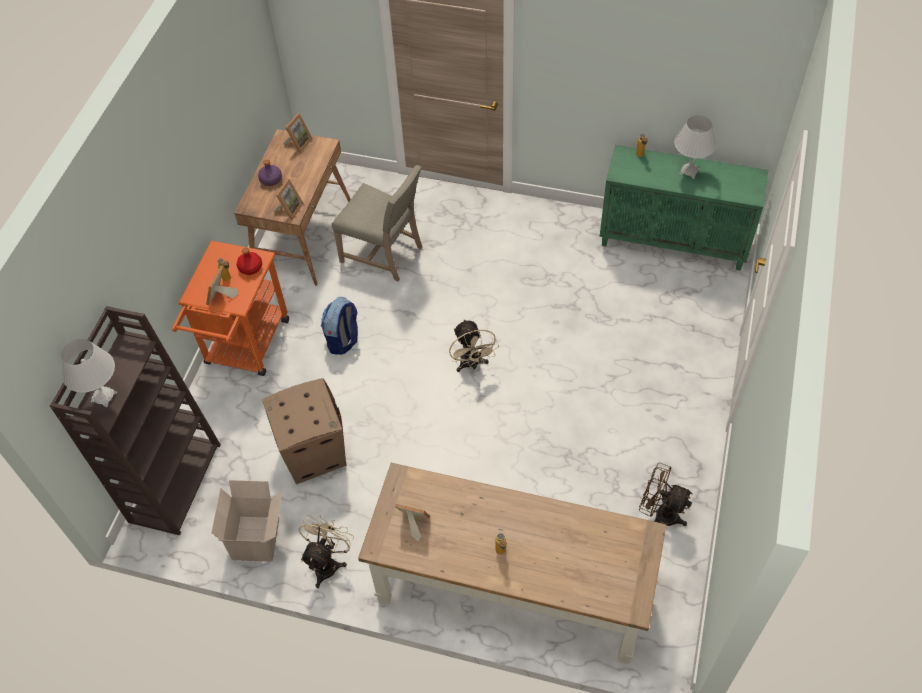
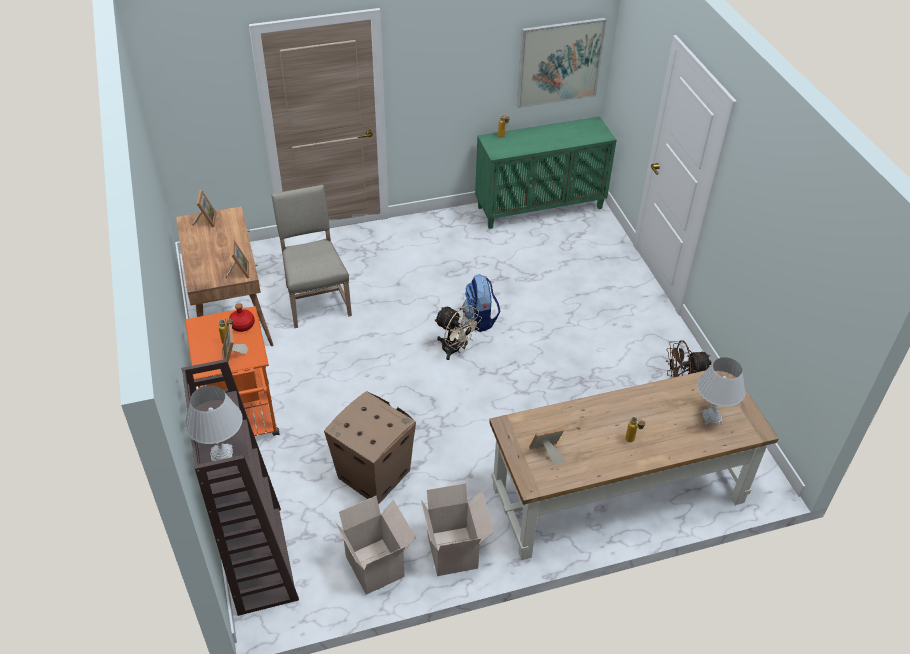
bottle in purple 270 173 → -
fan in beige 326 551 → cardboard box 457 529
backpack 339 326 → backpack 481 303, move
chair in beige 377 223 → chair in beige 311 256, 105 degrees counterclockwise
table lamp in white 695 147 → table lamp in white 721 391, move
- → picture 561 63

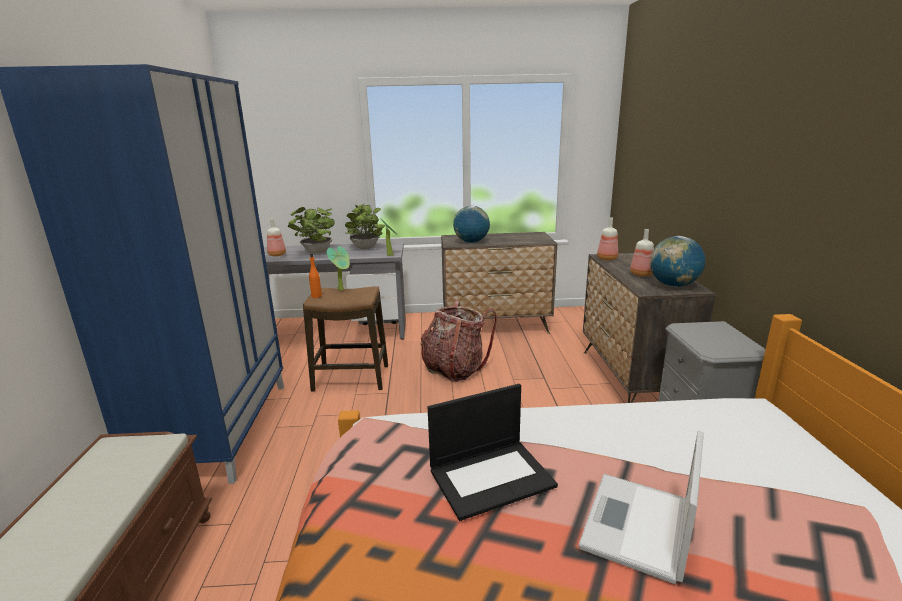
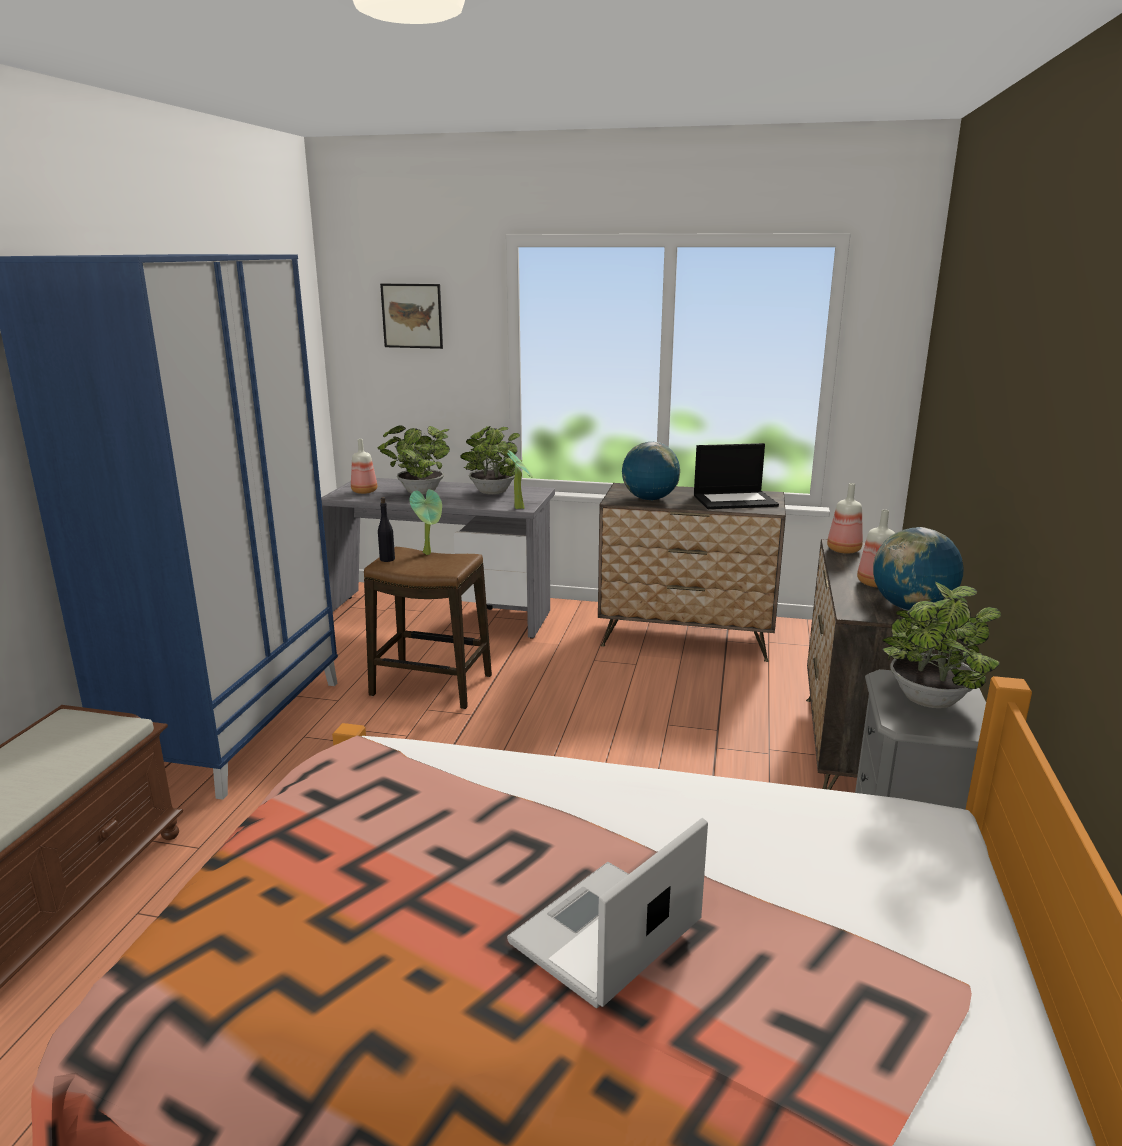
bottle in orange 315 275 → bottle in black 386 529
backpack 459 341 → -
laptop 493 452 → laptop 736 476, move
- → picture 411 316
- → potted plant 941 645

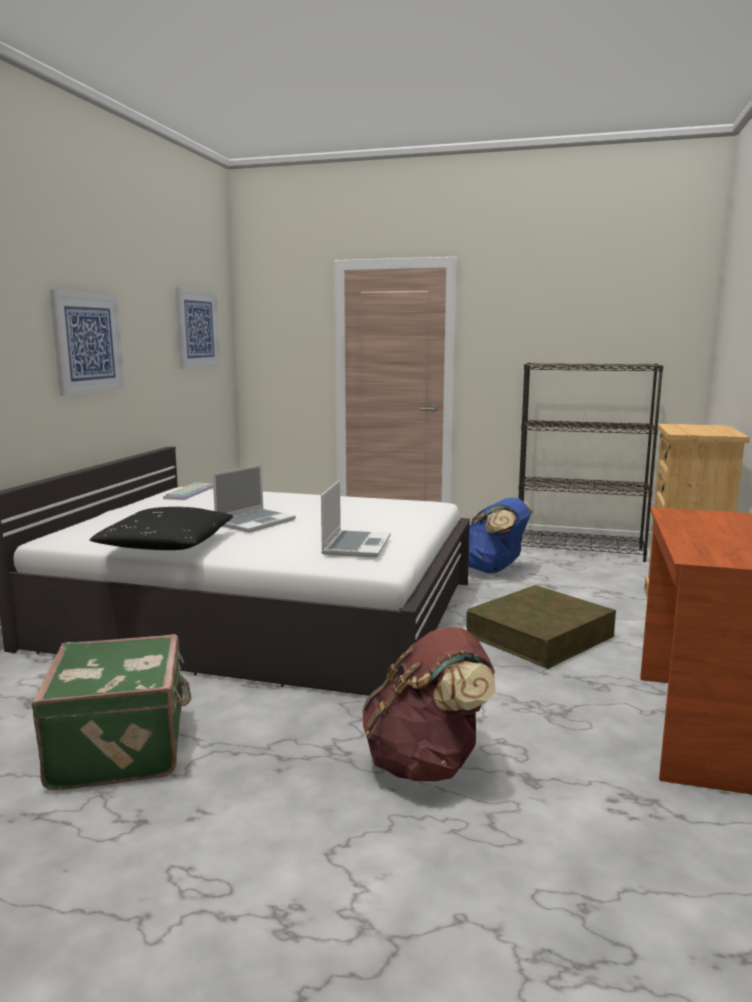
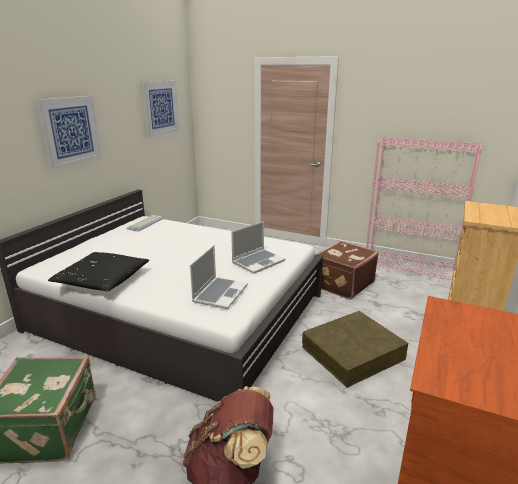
laptop 254 498 → laptop 258 247, move
backpack in blue 500 535 → suitcase in brown 347 270
bookcase in black 590 462 → bookcase in pink 424 208

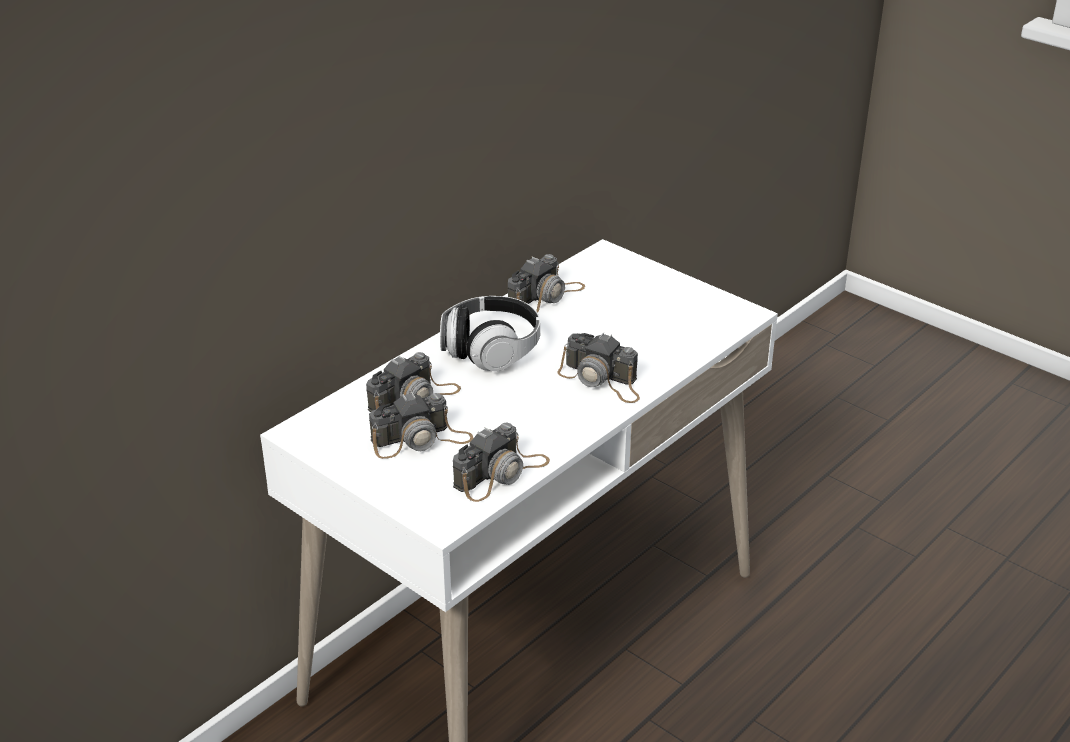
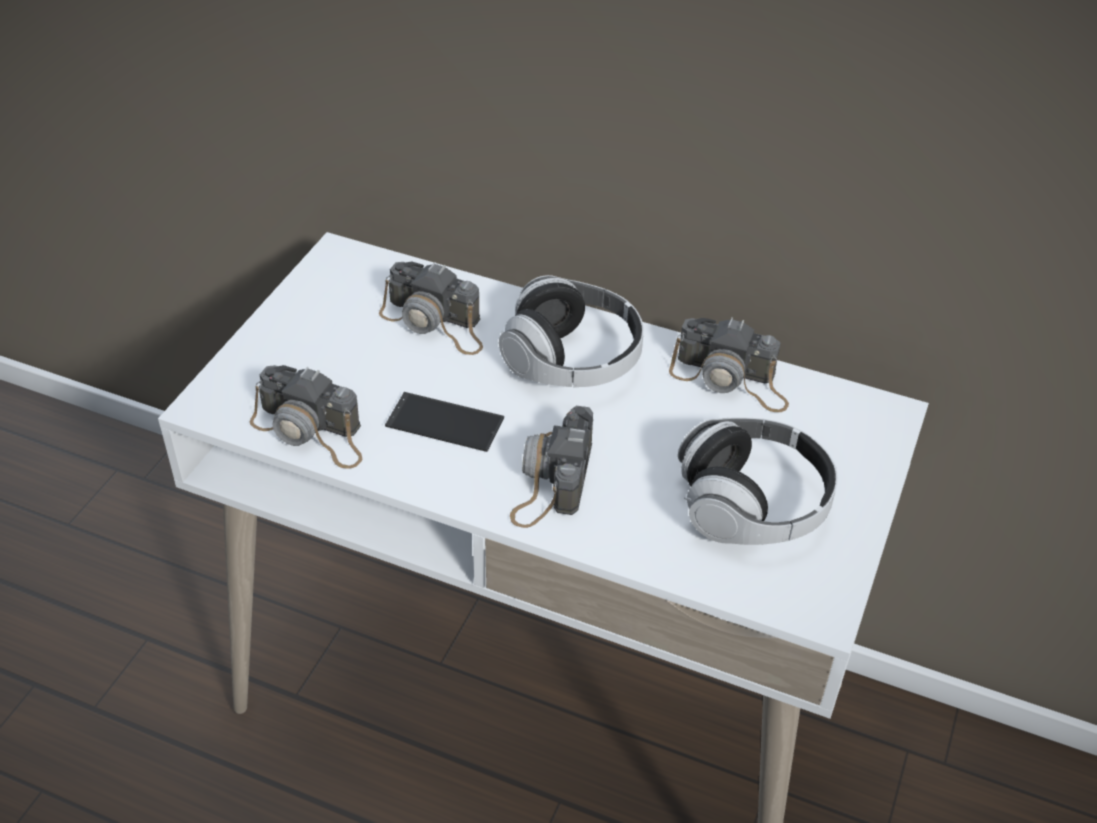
photo camera 421 425 → -
- → phone 444 422
- → headphones 758 481

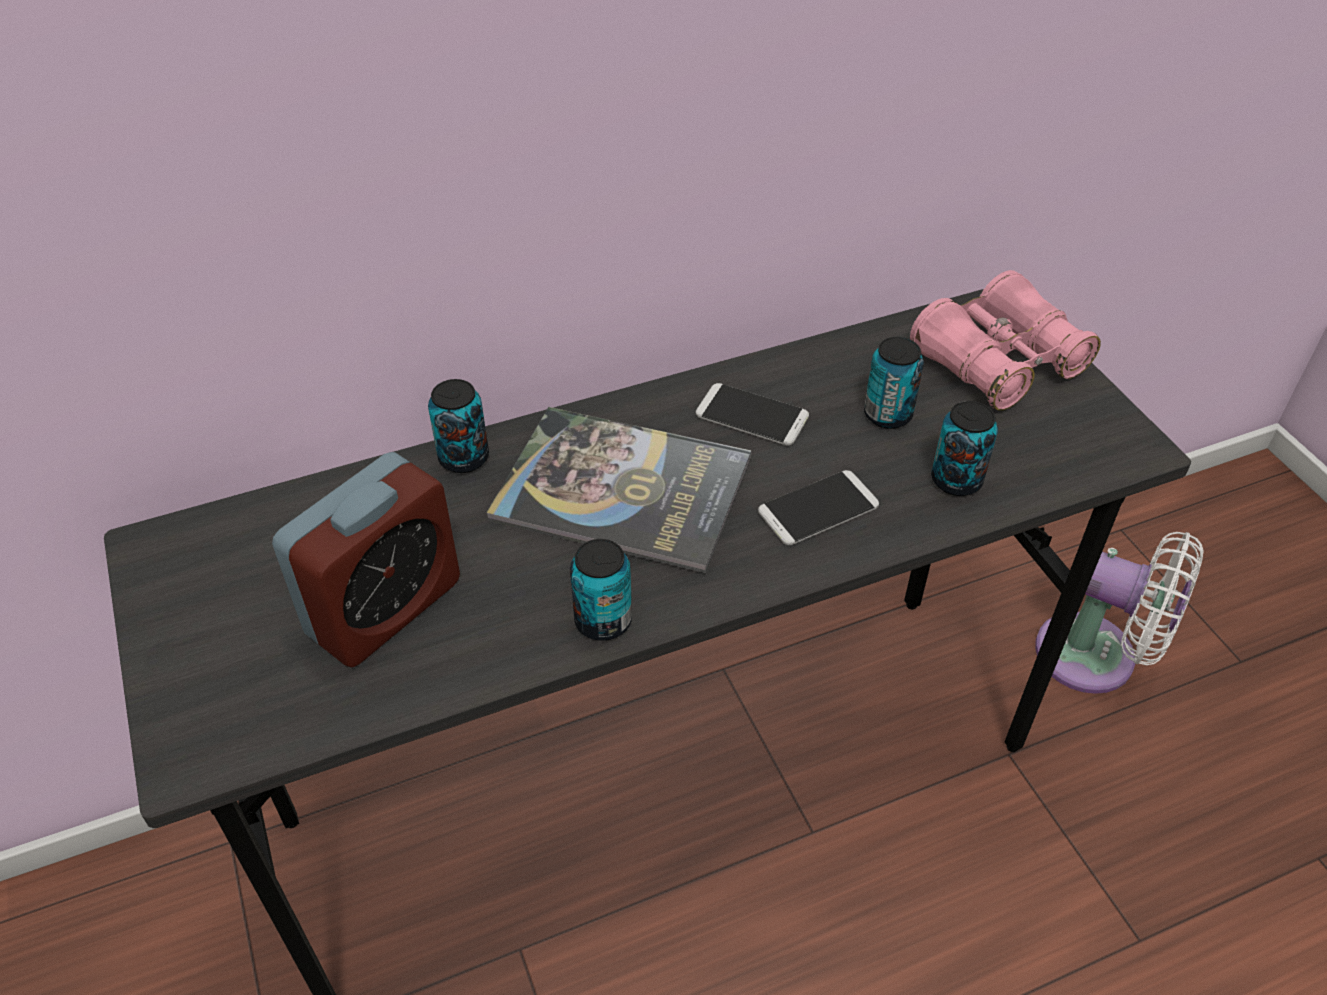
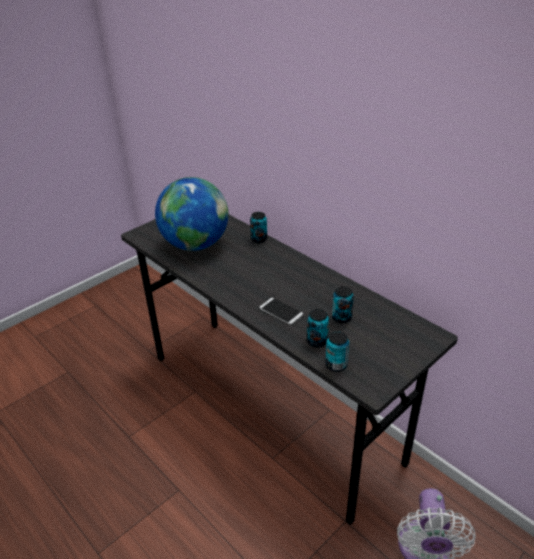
alarm clock 366 559 → globe 192 214
book 619 490 → -
can 601 590 → can 337 351, move
phone 752 414 → -
binoculars in pink 1005 340 → -

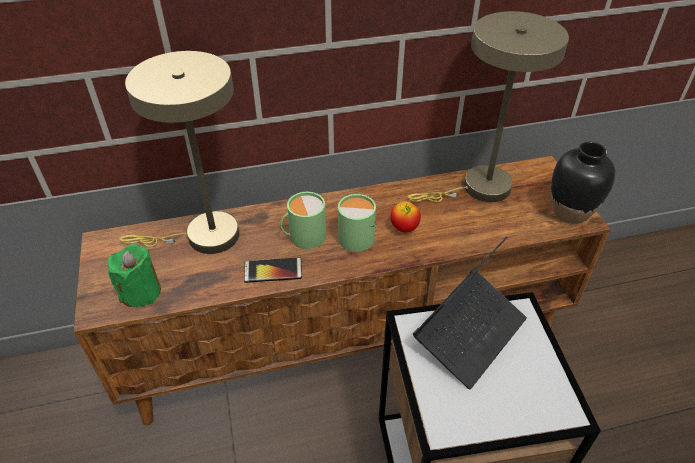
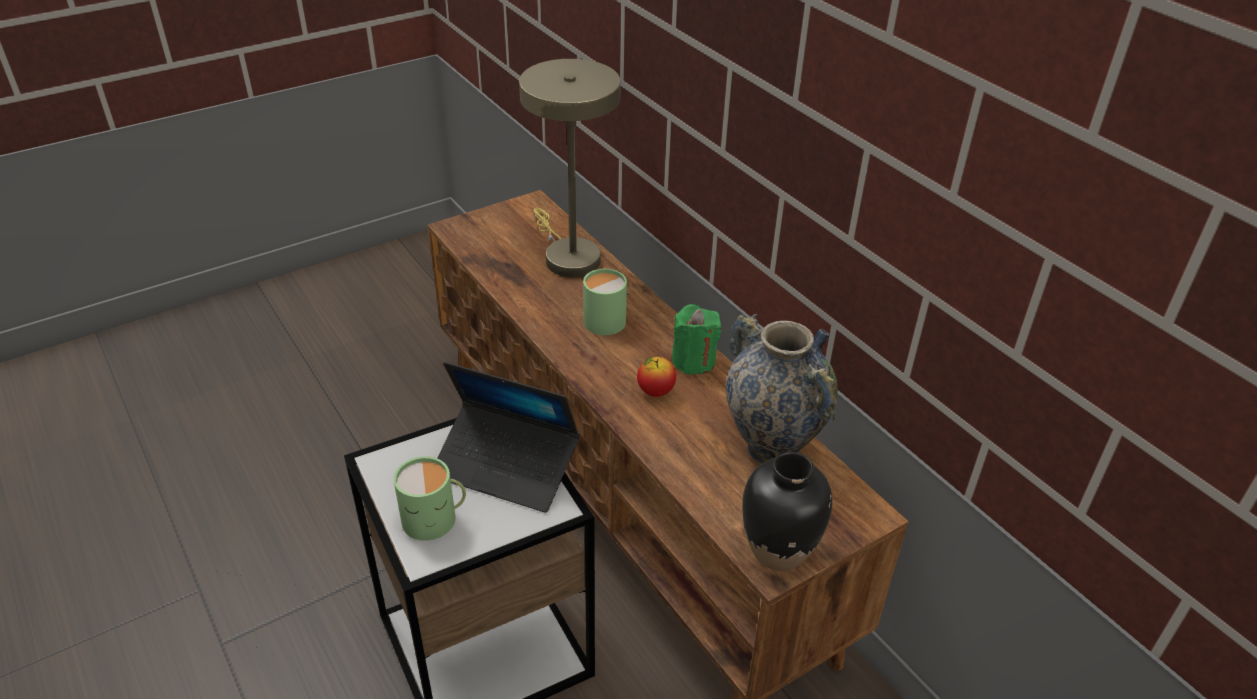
candle in green 134 275 → candle in green 697 339, move
phone 273 270 → -
mug in green 357 223 → mug in green 430 498, move
table lamp in beige 488 106 → vase 782 389

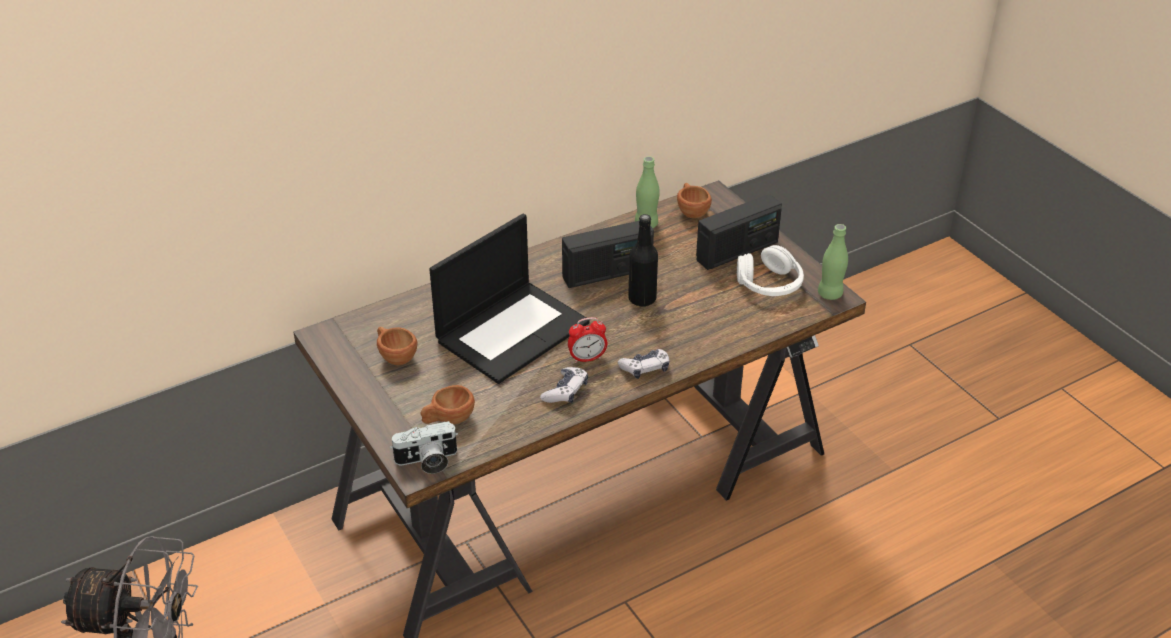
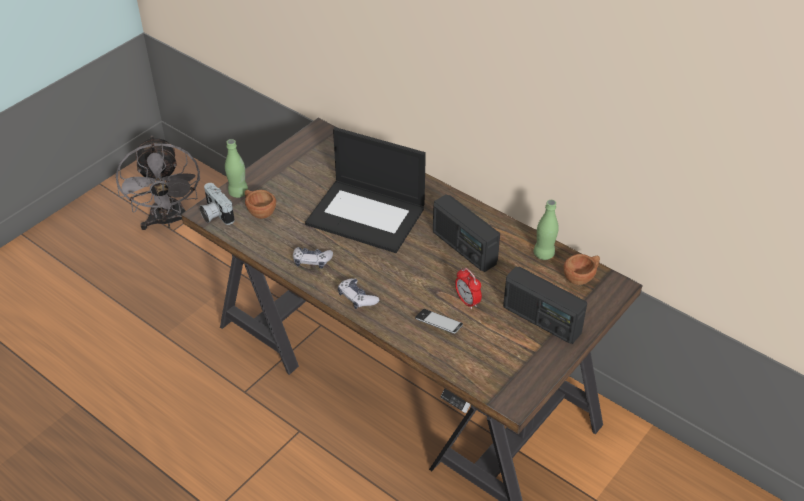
cup in brown 397 346 → -
alarm clock 587 340 → alarm clock 468 288, move
bottle in black 643 260 → -
headphones in white 770 270 → -
bottle in green 833 262 → bottle in green 236 168, move
- → phone 439 321

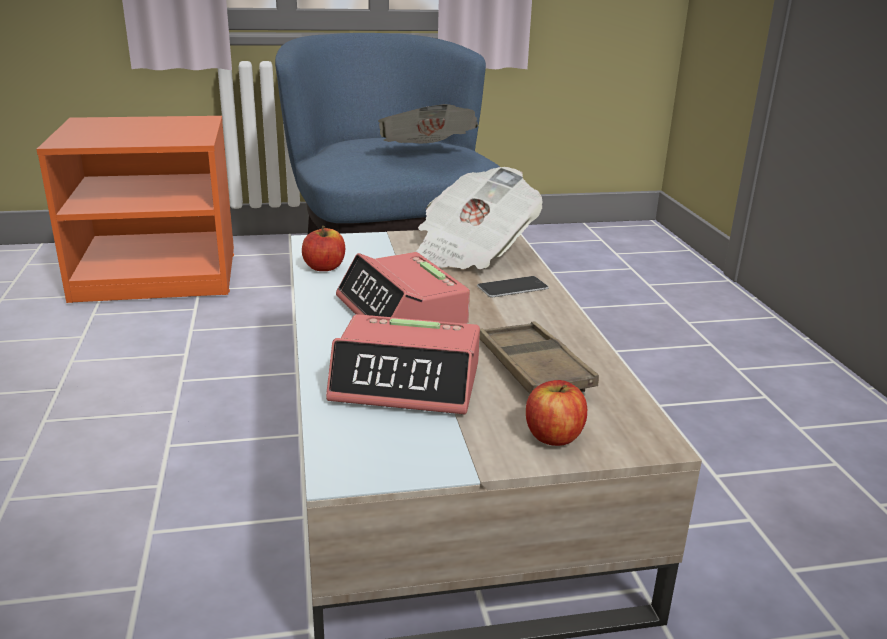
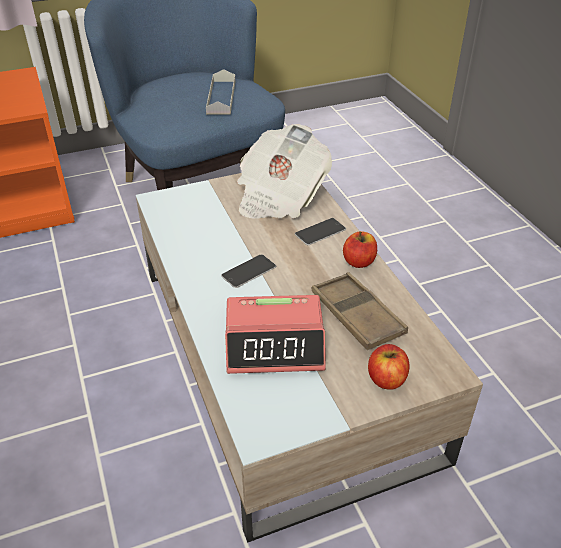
apple 323 248 → apple 360 249, move
alarm clock 403 288 → phone 248 271
newspaper 428 123 → tray in grey 220 92

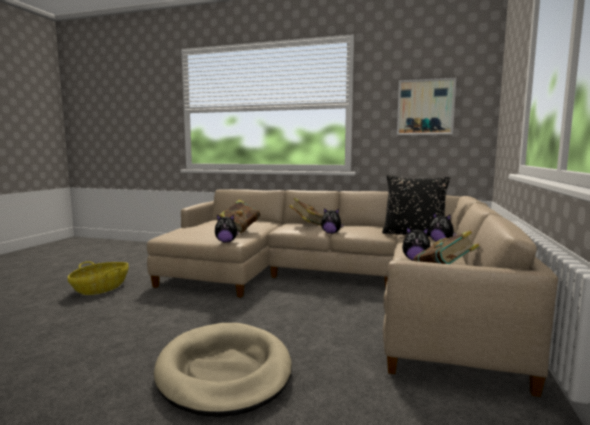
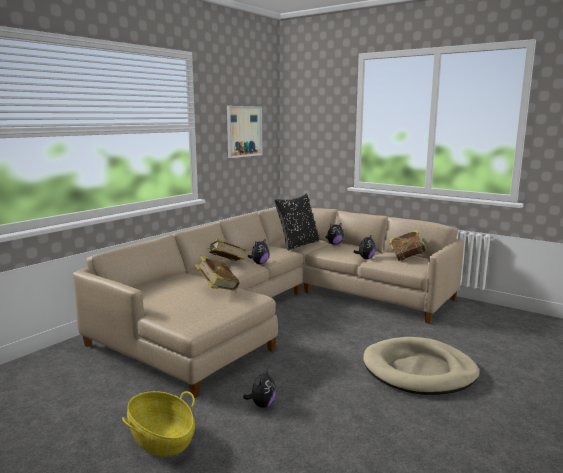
plush toy 227 228 → plush toy 259 388, move

